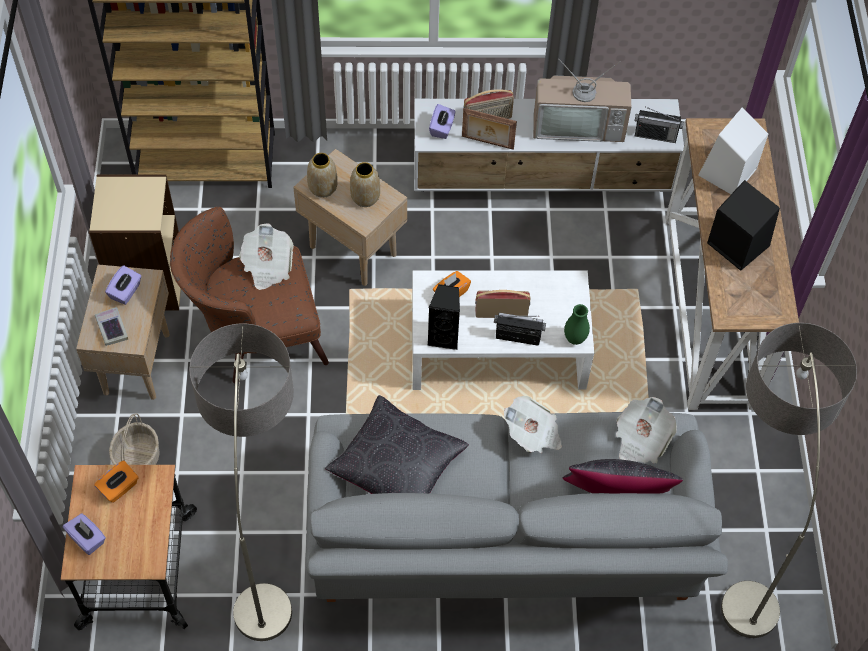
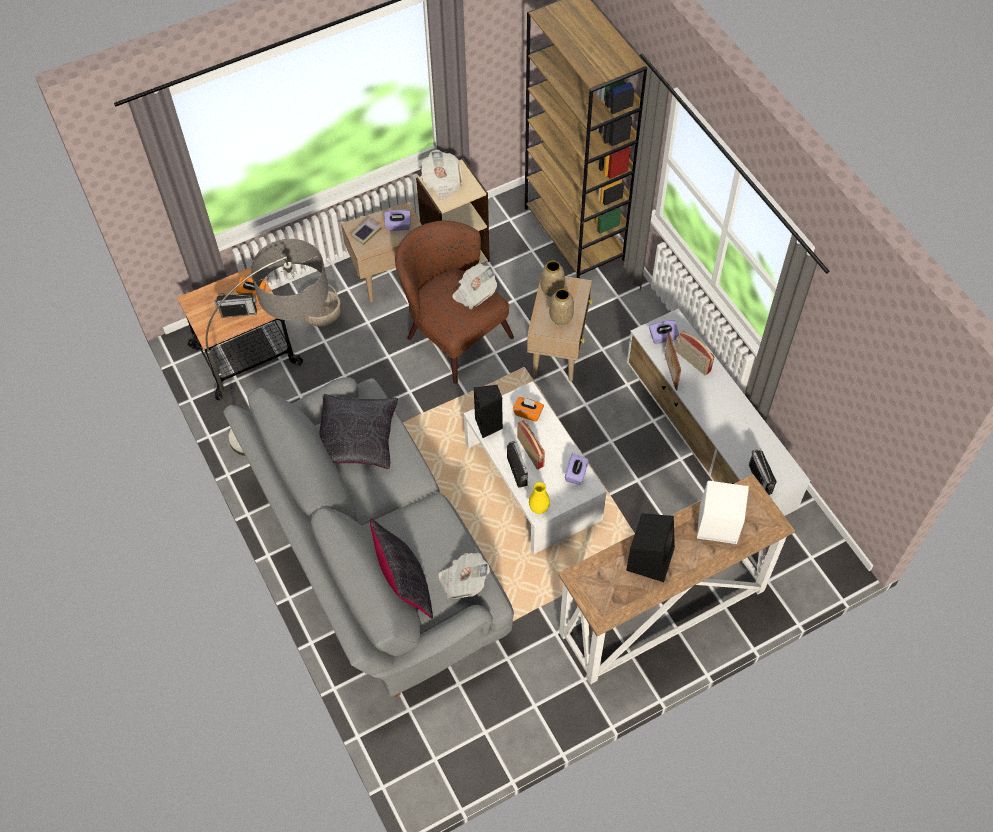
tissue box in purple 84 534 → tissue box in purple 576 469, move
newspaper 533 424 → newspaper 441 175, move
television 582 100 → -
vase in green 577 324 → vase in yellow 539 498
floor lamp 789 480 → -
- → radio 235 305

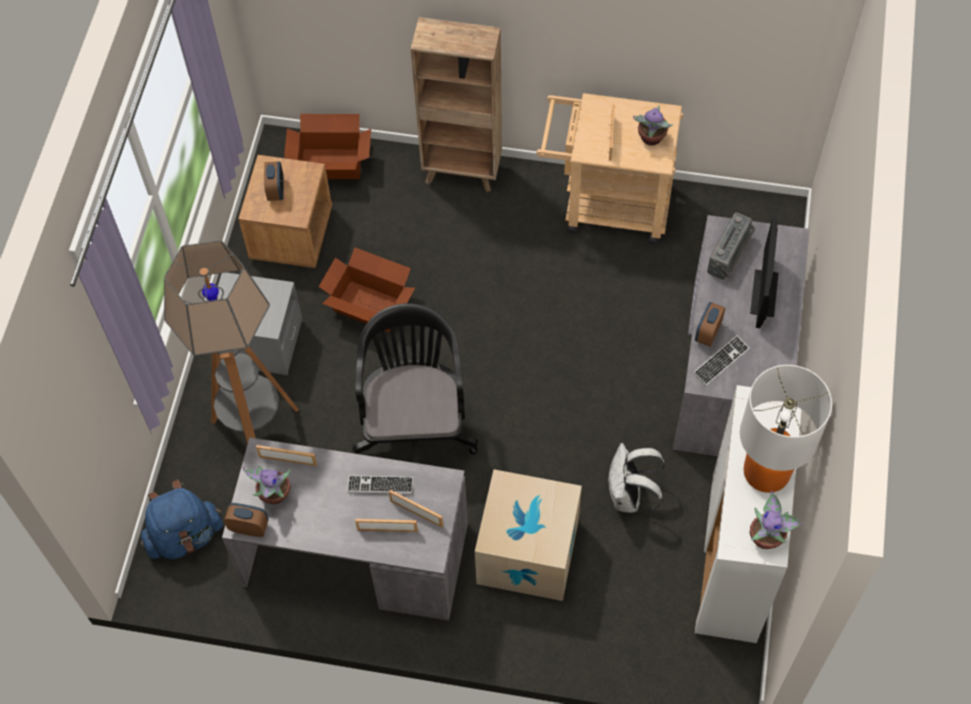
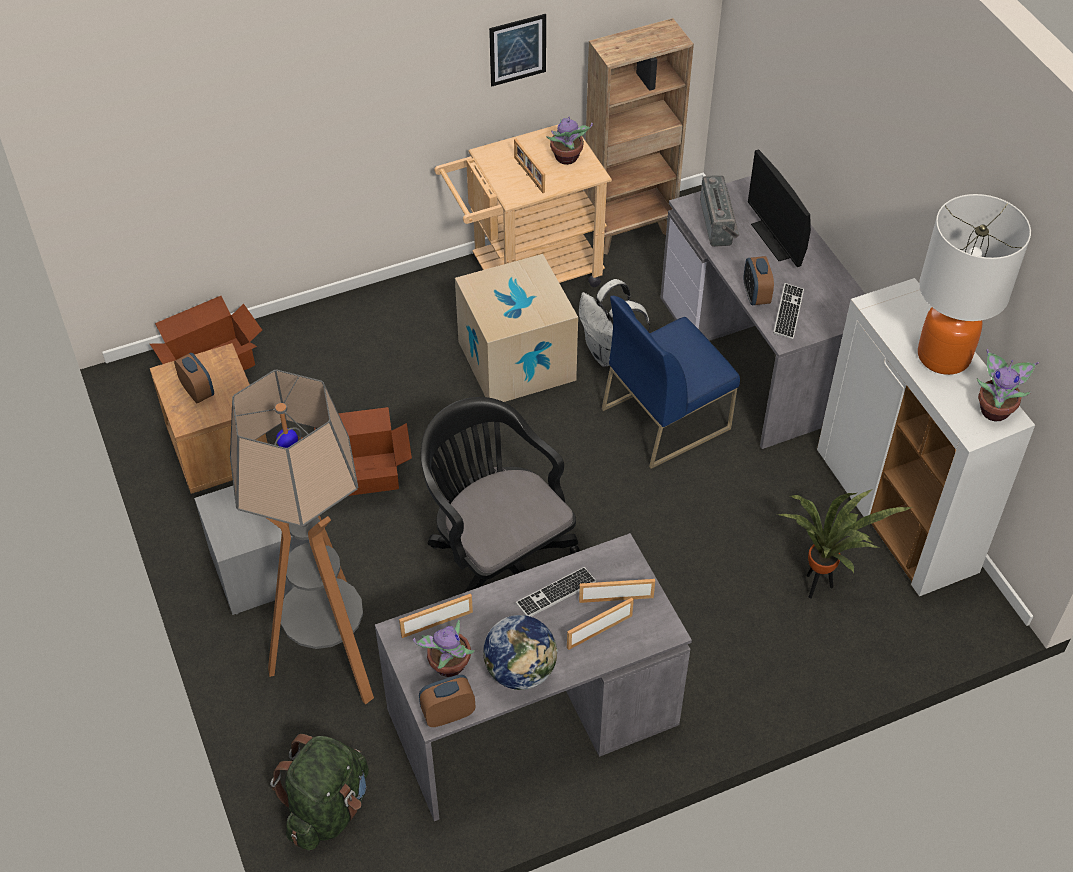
backpack in blue 182 519 → backpack in green 319 792
bookcase in brown 456 105 → bookcase in brown 639 136, move
cardboard box 528 535 → cardboard box 516 328, move
backpack in white 636 478 → backpack in white 614 323, move
- → globe 520 652
- → picture 517 50
- → chair in blue 671 382
- → potted plant 845 543

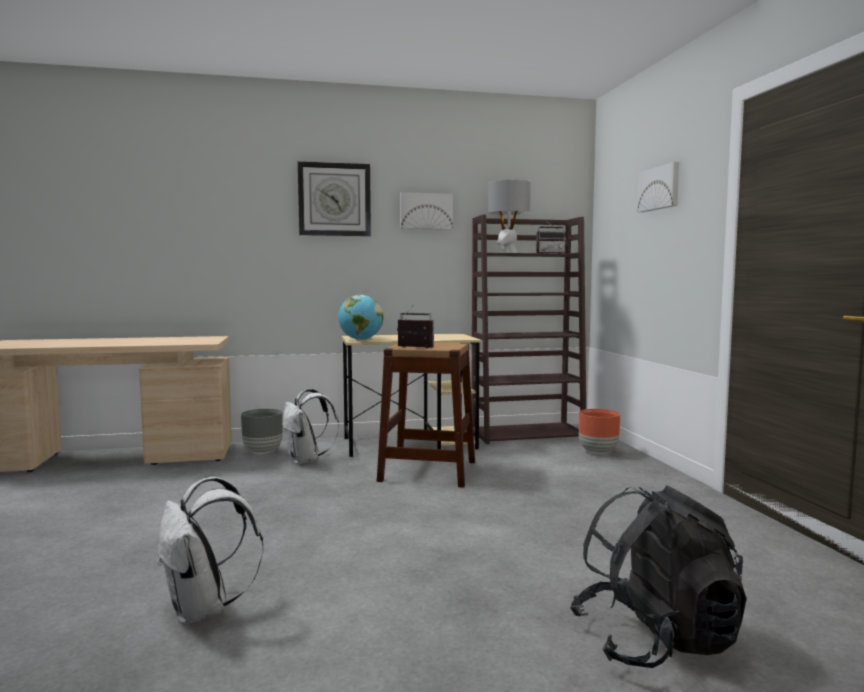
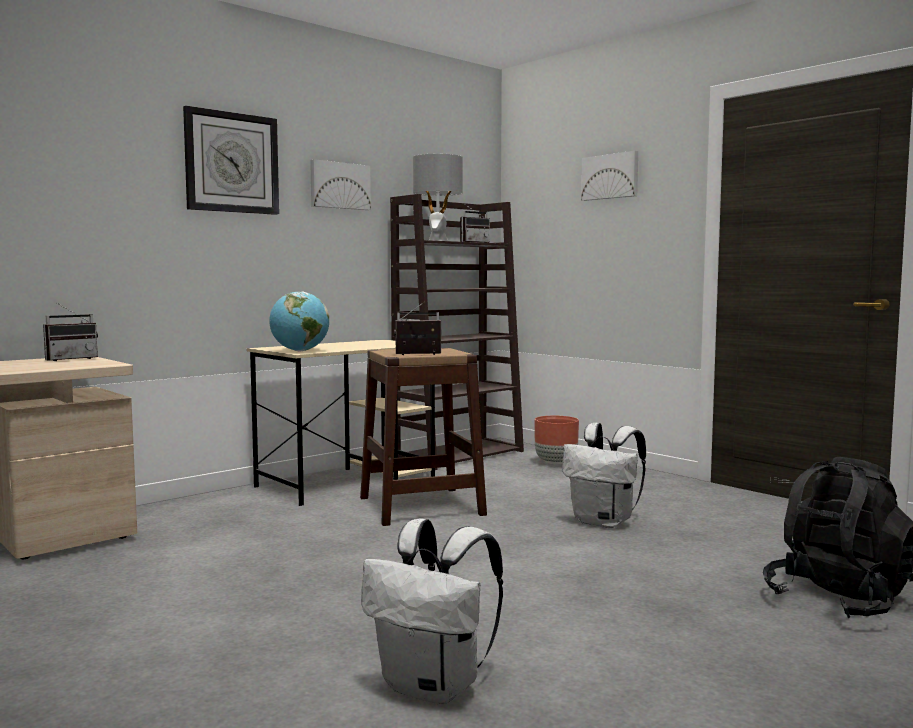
planter in grey 262 431 → -
backpack in white 310 427 → backpack in white 604 475, move
- → radio 70 332

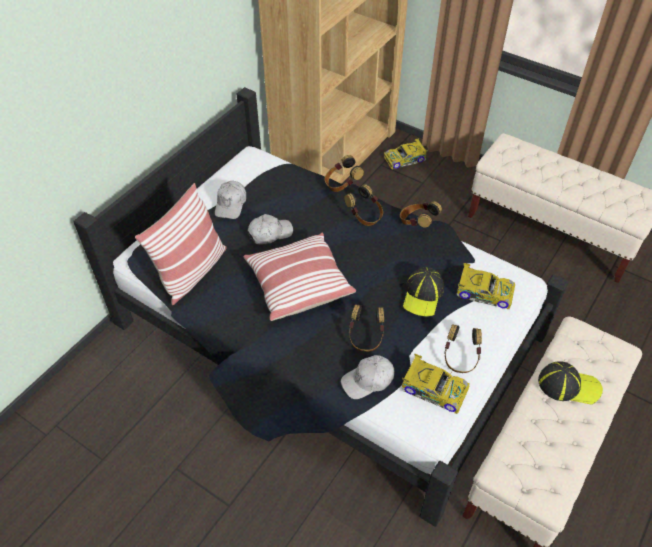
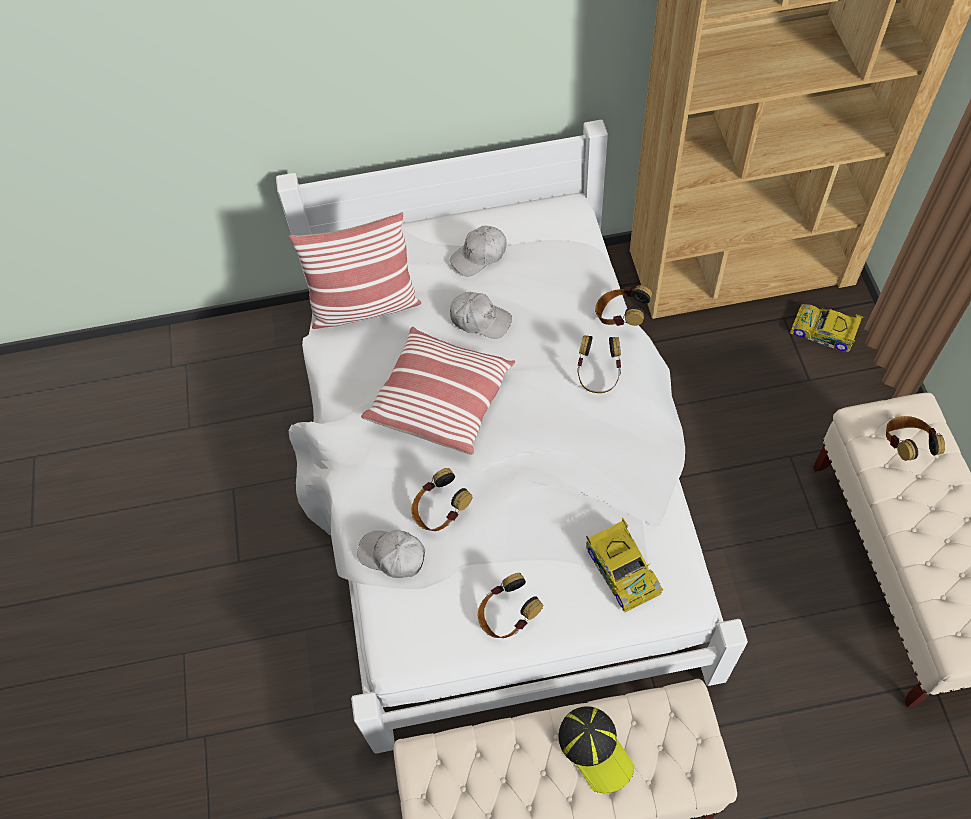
bed in black 321 307 → bed in white 512 437
headphones 421 214 → headphones 915 438, move
toy car 436 384 → -
cap 423 292 → -

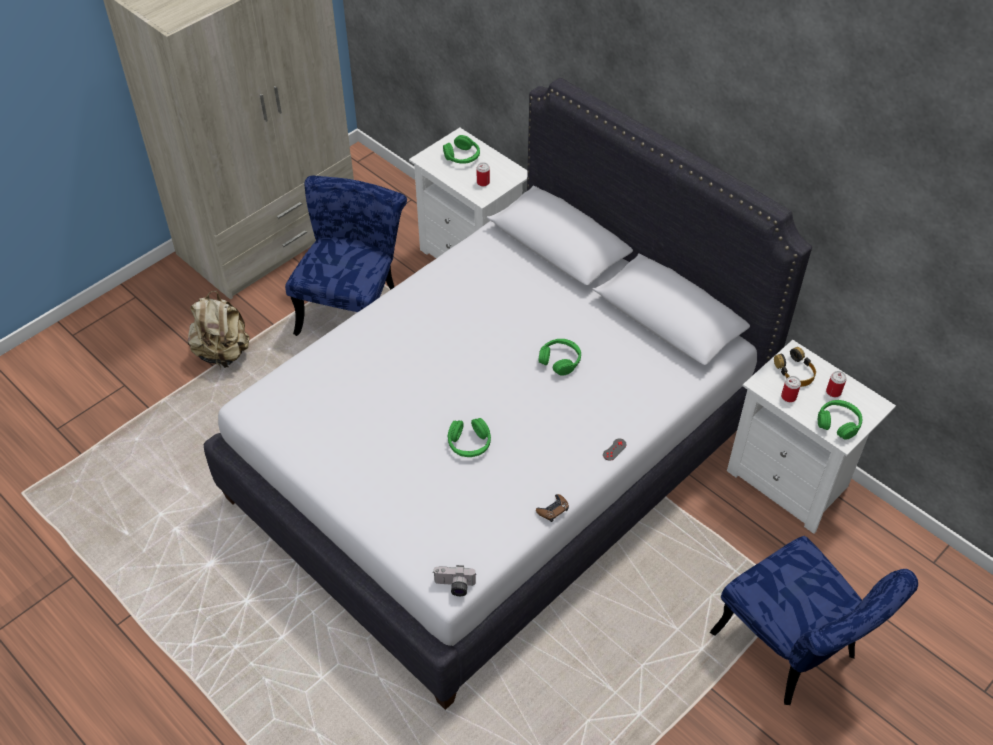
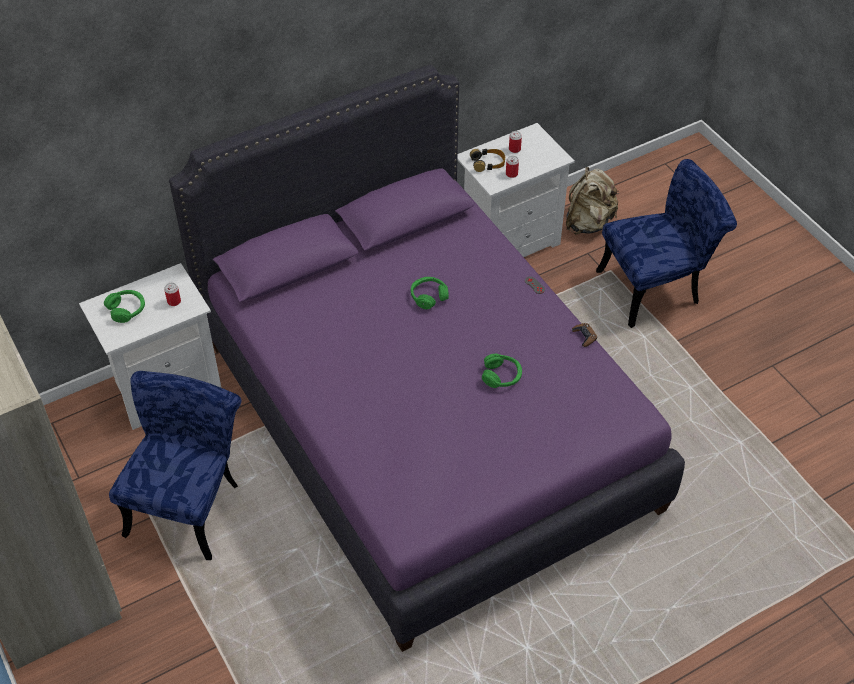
backpack in beige 218 329 → backpack in beige 592 200, move
bed in white 508 394 → bed in purple 427 358
chair in blue 346 256 → chair in blue 175 465, 75 degrees clockwise
photo camera 454 580 → -
headphones in green 840 420 → -

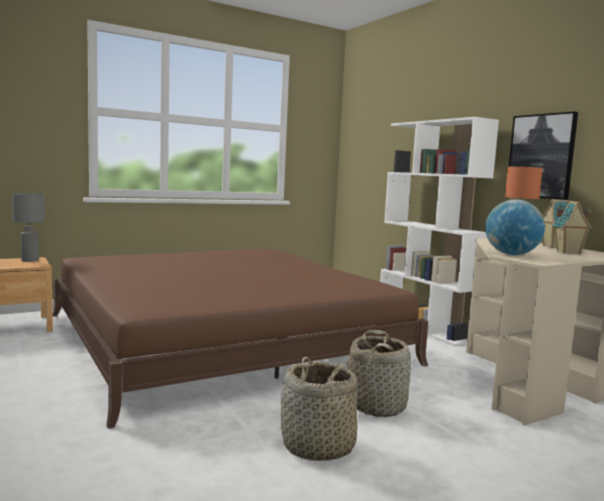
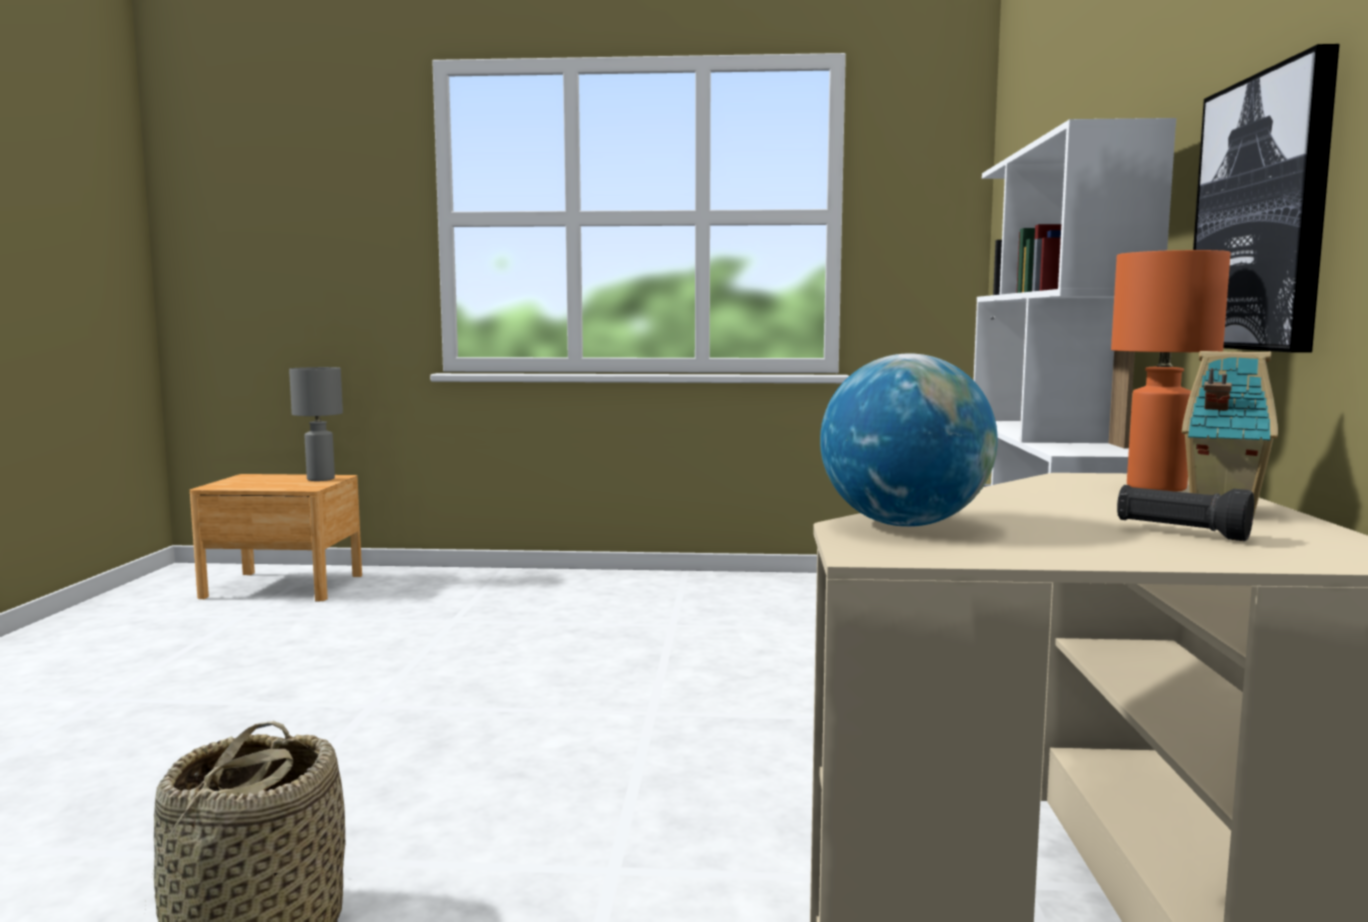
bed in brown 240 339 → -
basket 379 373 → -
toy house 572 227 → flashlight in black 1185 513

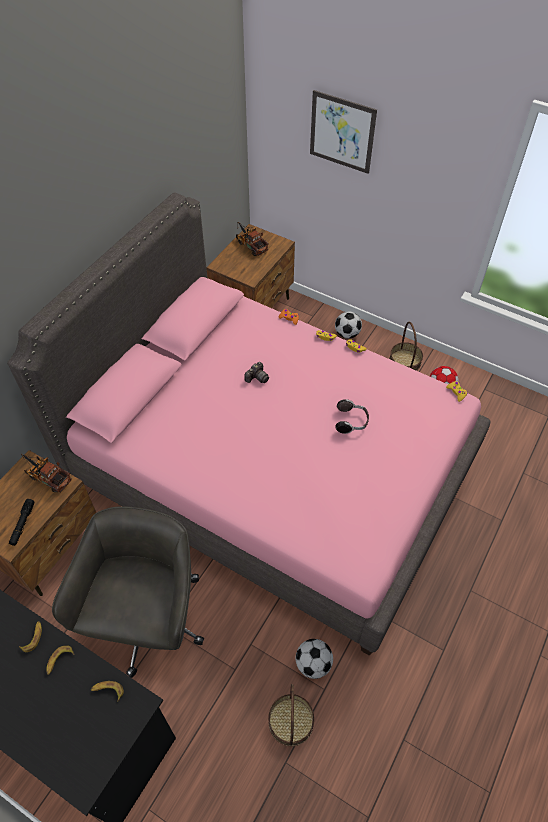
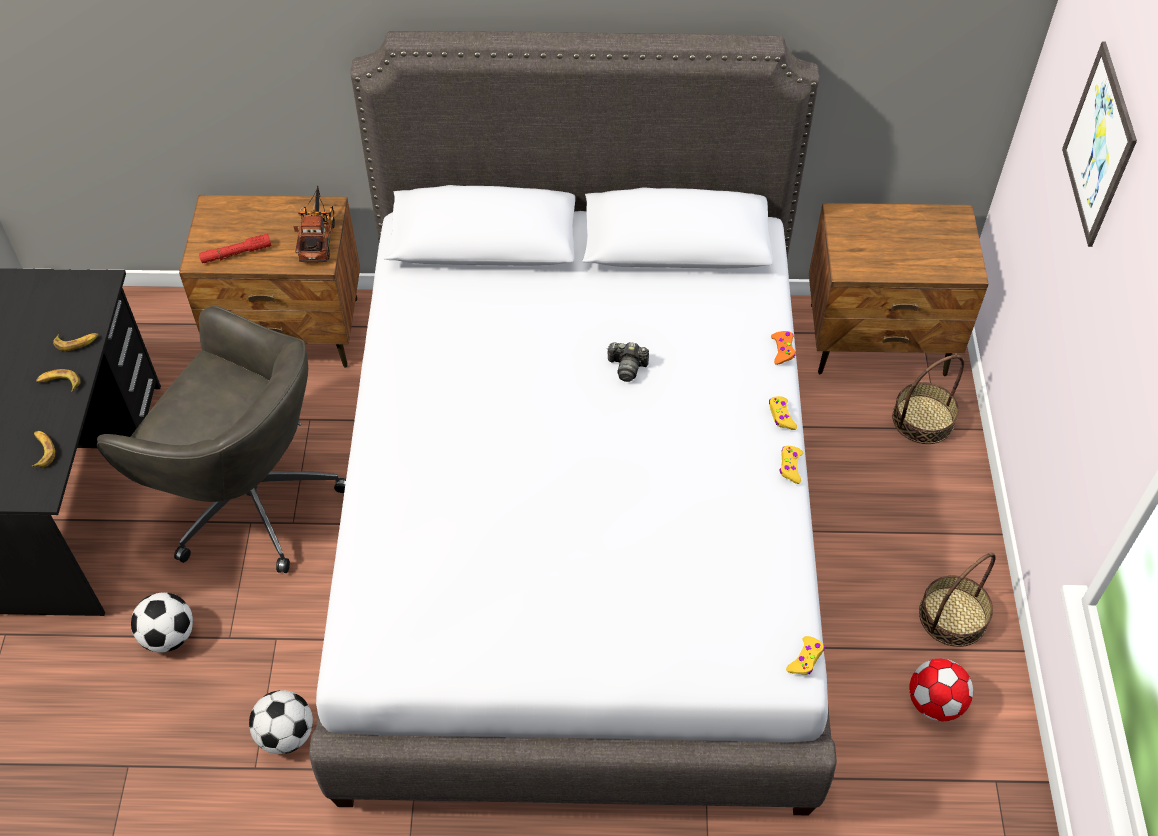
bed in pink 249 423 → bed in grey 573 423
flashlight in black 21 522 → flashlight in red 235 248
office chair in grey 128 592 → office chair in grey 221 439, 45 degrees clockwise
toy truck 252 239 → -
basket 291 715 → basket 928 399, move
football 348 325 → football 162 622, move
headphones 352 416 → -

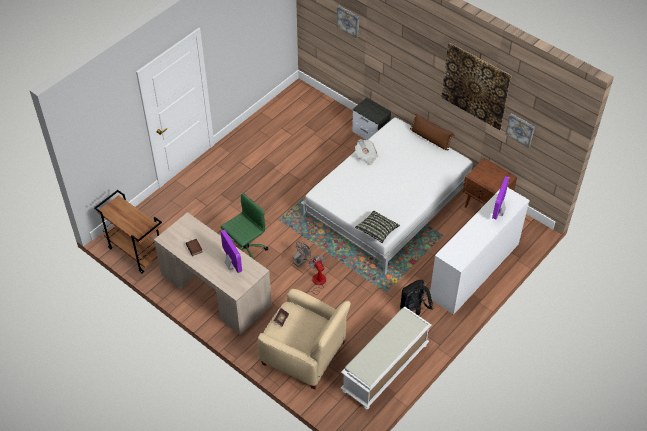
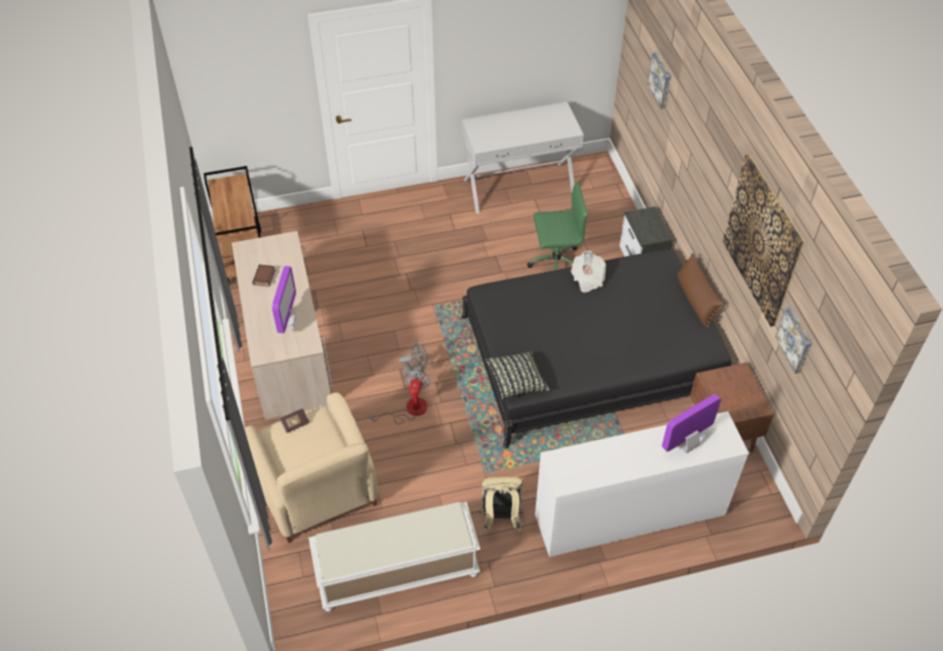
office chair in green 244 226 → office chair in green 557 226, move
bed in white 386 195 → bed in black 596 349
backpack in black 416 298 → backpack in beige 501 504
- → console table in white 523 158

